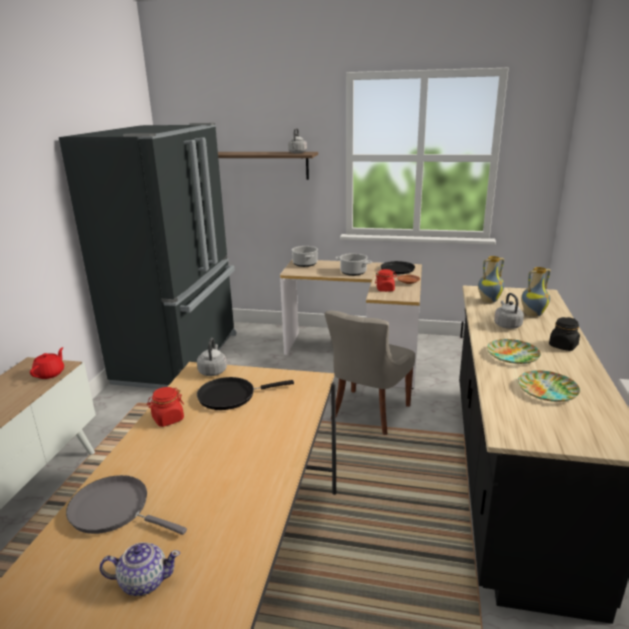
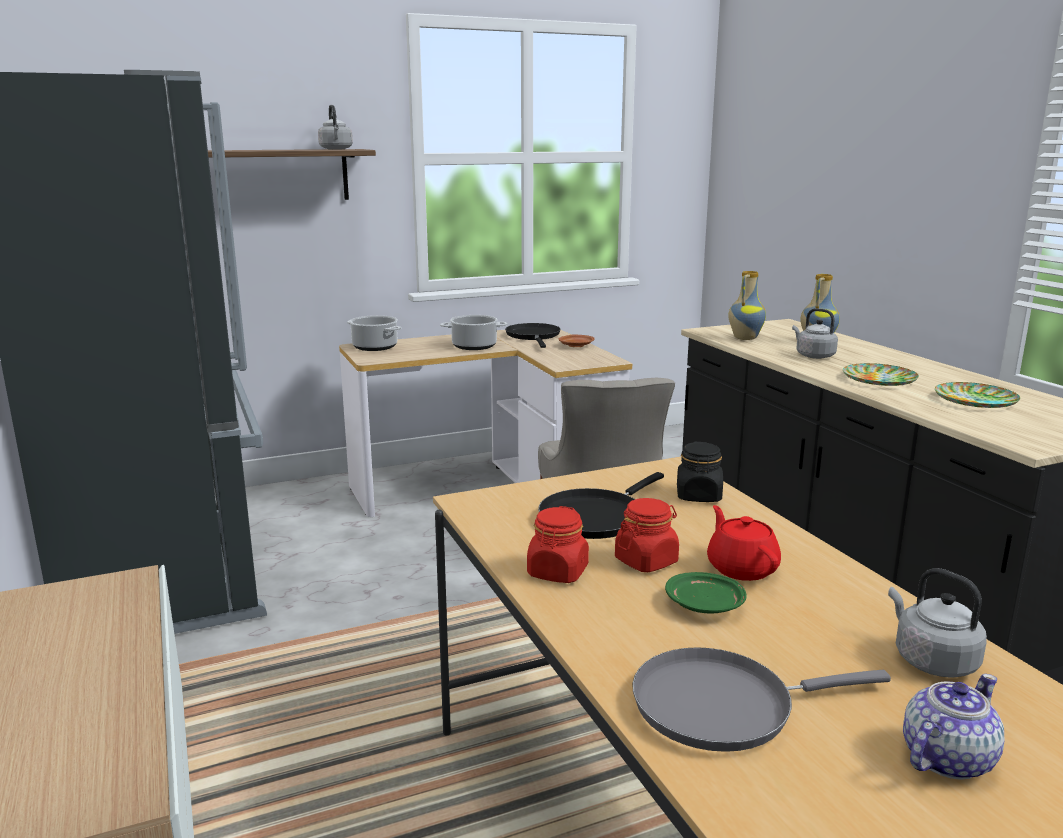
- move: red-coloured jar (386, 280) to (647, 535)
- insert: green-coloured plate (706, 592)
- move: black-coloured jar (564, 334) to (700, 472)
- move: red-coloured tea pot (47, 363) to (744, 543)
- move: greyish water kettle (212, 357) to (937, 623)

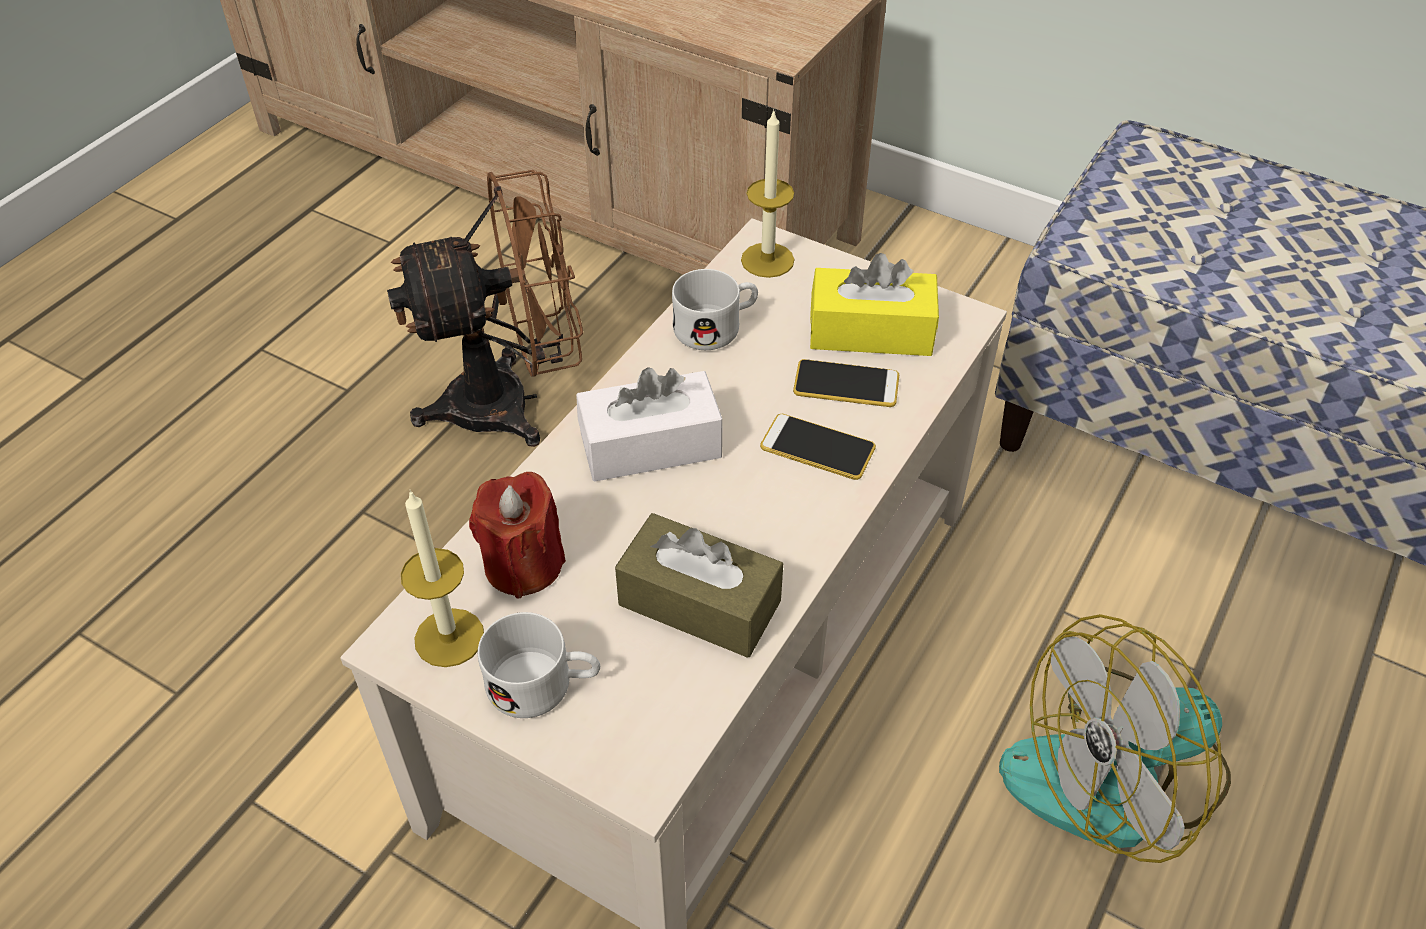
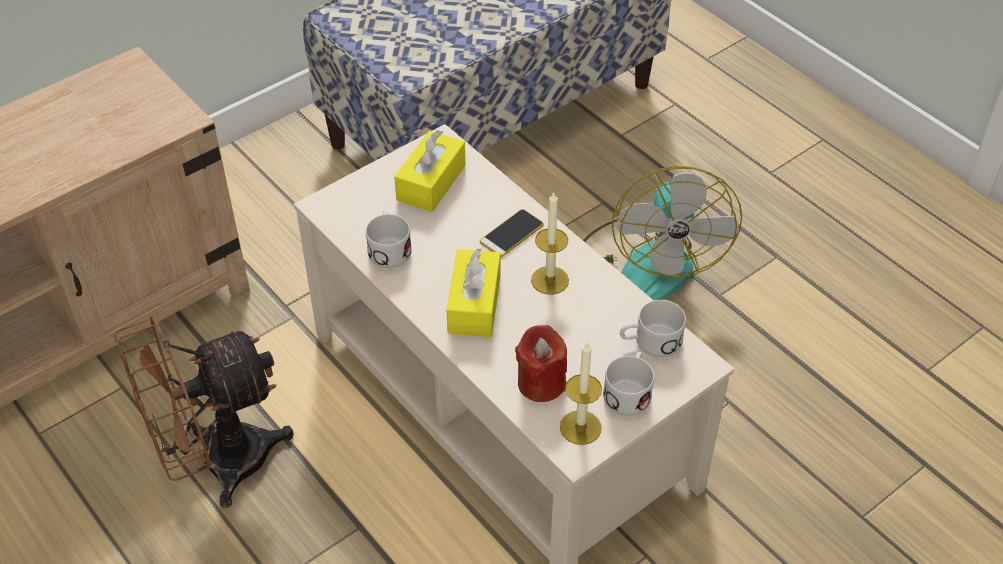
- rotate: brown cooling fan (485, 308) = (204, 412) 120 degrees counterclockwise
- recolor: white-coloured tissue holder (649, 424) to yellow-coloured tissue holder (473, 292)
- move: wax light (767, 193) to (550, 243)
- insert: white-coloured tea mug (653, 328)
- delete: brown tissue holder (699, 585)
- delete: handset (846, 383)

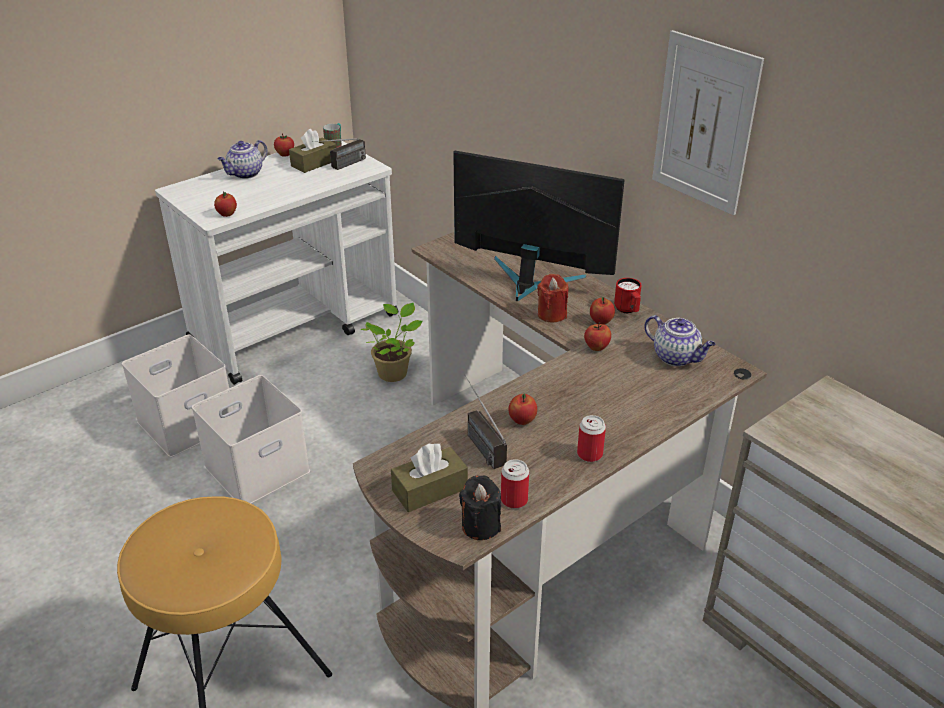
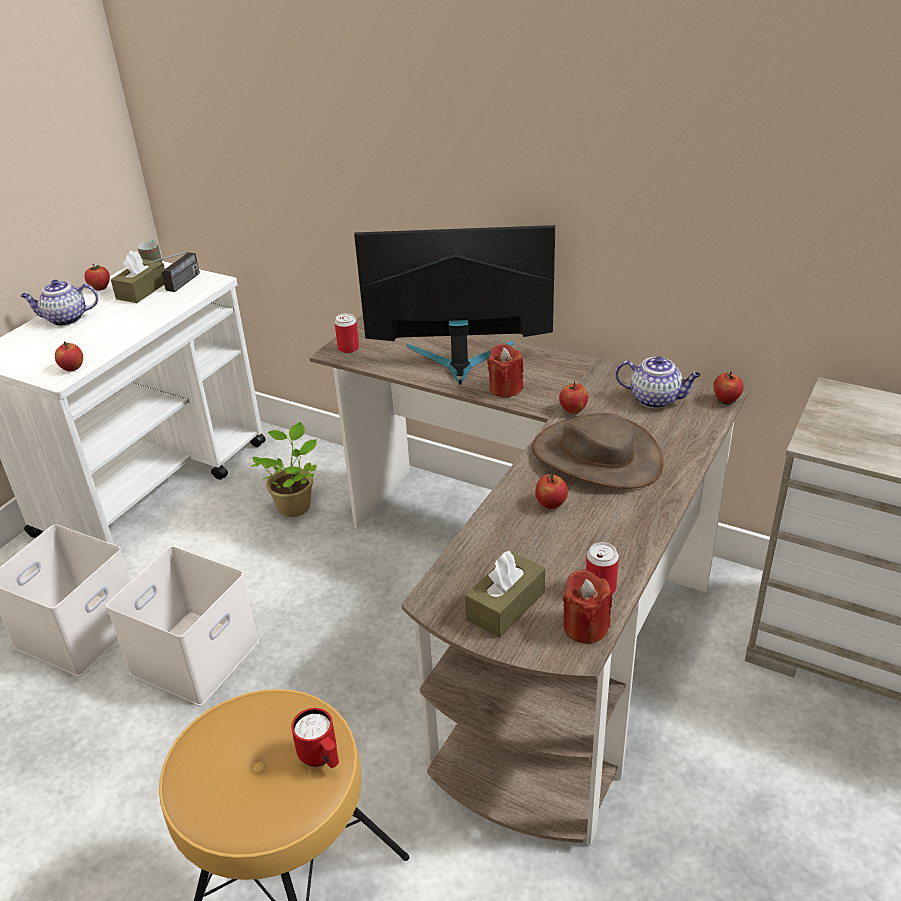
- rotate: tea pot (242, 159) = (59, 303) 60 degrees clockwise
- move: red-coloured tea mug (627, 295) to (315, 738)
- move: sealed can (591, 438) to (346, 333)
- insert: brown wearable hat (598, 451)
- recolor: black-coloured wax light (480, 508) to red-coloured wax light (587, 606)
- move: apple fruit (602, 311) to (728, 387)
- delete: radio set (485, 422)
- delete: picture (708, 122)

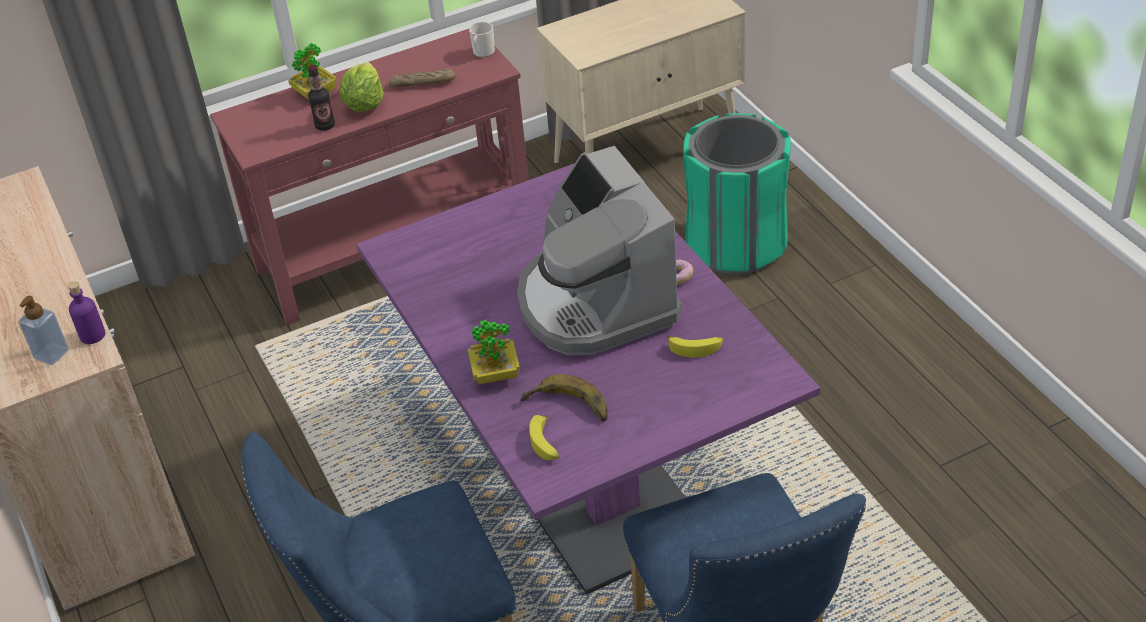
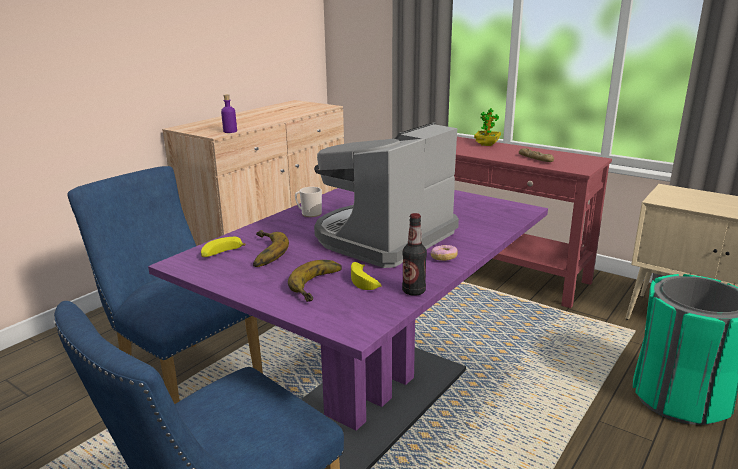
- insert: whole banana (315, 281)
- move: tea mug (482, 40) to (308, 202)
- move: beverage bottle (321, 98) to (414, 254)
- delete: soap dispenser (43, 330)
- delete: head of lettuce (361, 87)
- delete: plant in a pot (494, 352)

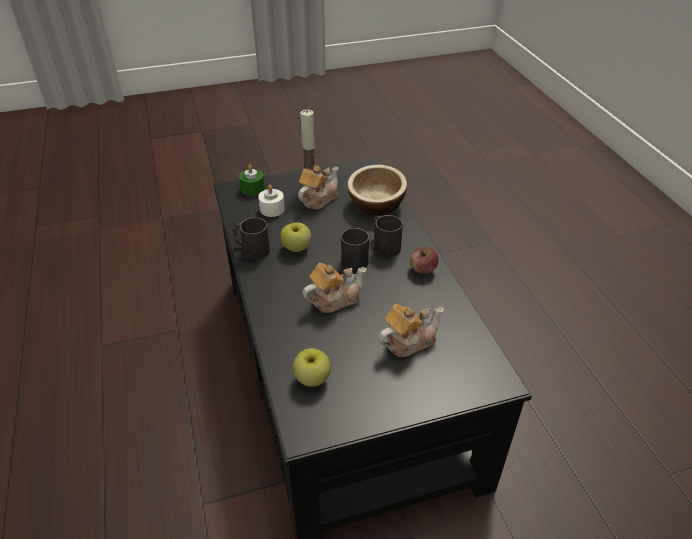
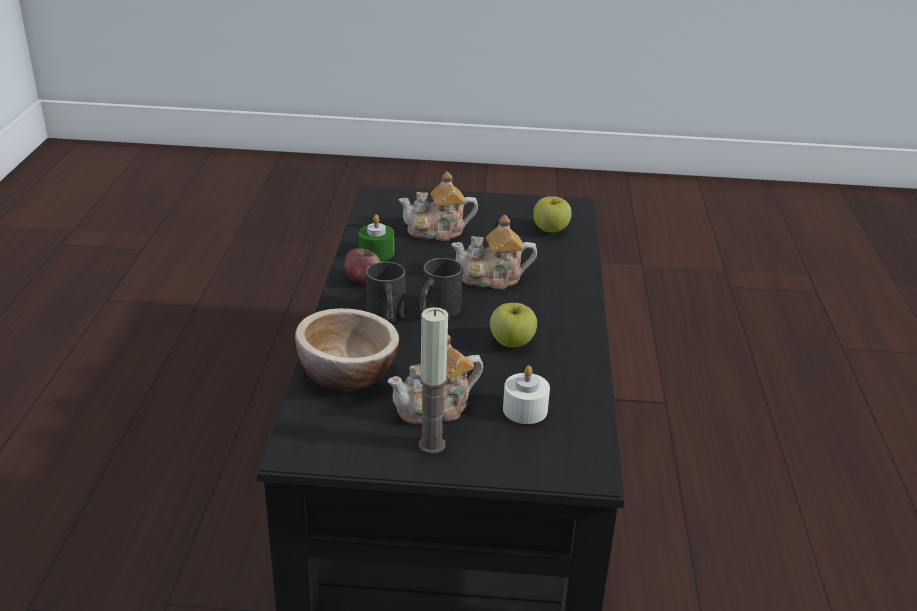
- move: green-coloured wax light (252, 180) to (376, 237)
- delete: black-coloured tea mug (251, 238)

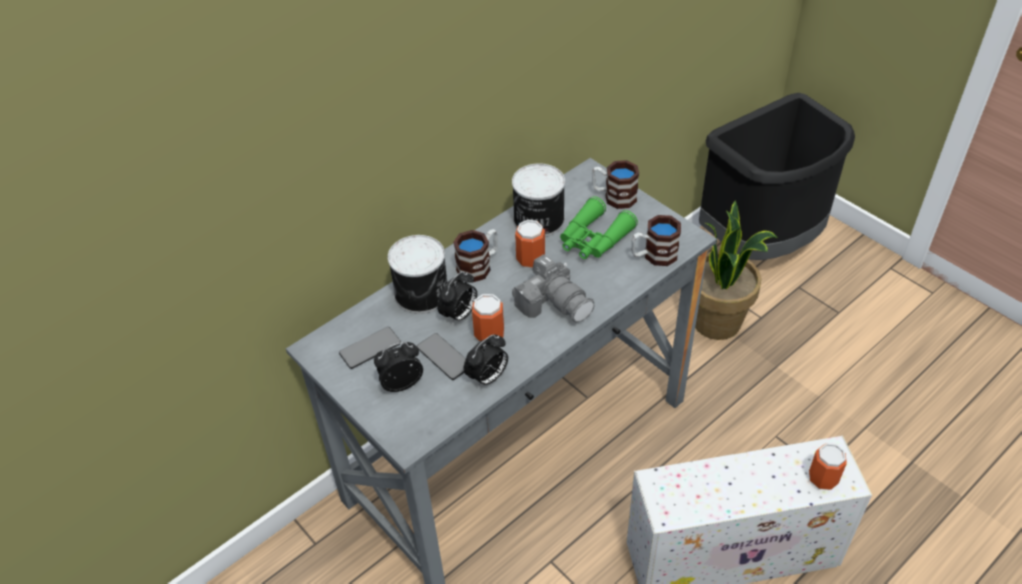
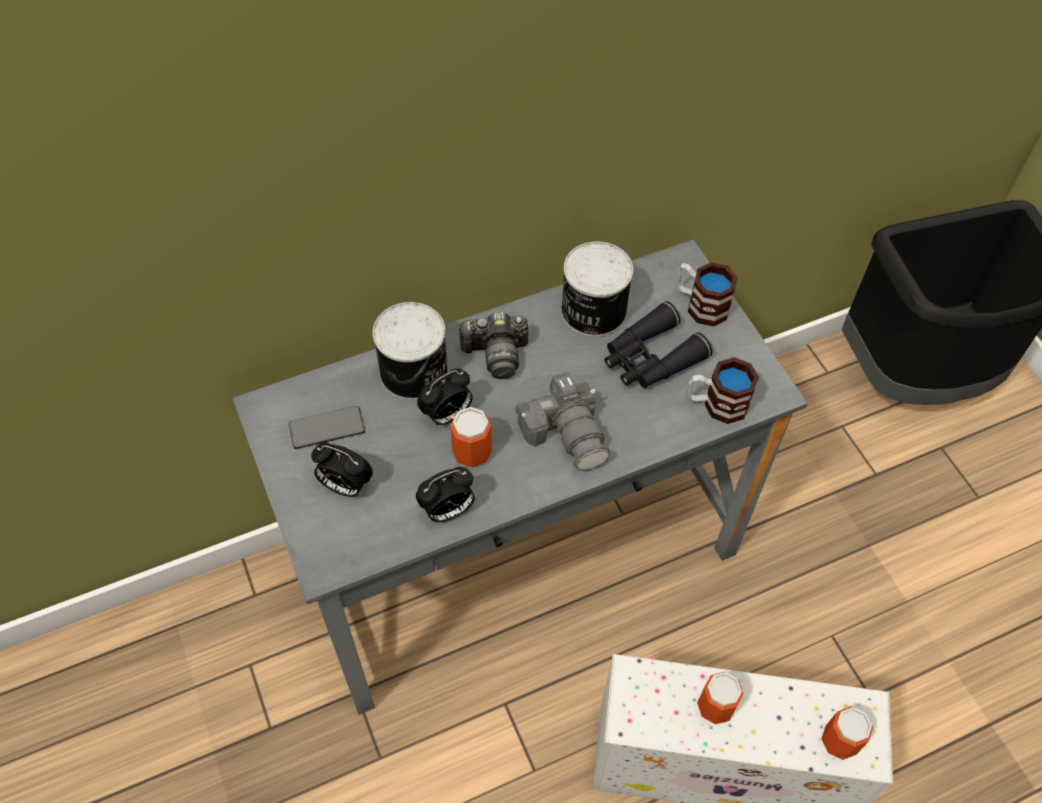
- rotate: alarm clock (398, 367) = (342, 469) 150 degrees counterclockwise
- replace: tea mug (475, 256) to photo camera (493, 345)
- recolor: green-coloured pair of binoculars (599, 227) to black-coloured pair of binoculars (658, 344)
- move: sealed can (530, 244) to (720, 698)
- delete: handset (441, 356)
- delete: plant in a pot (736, 270)

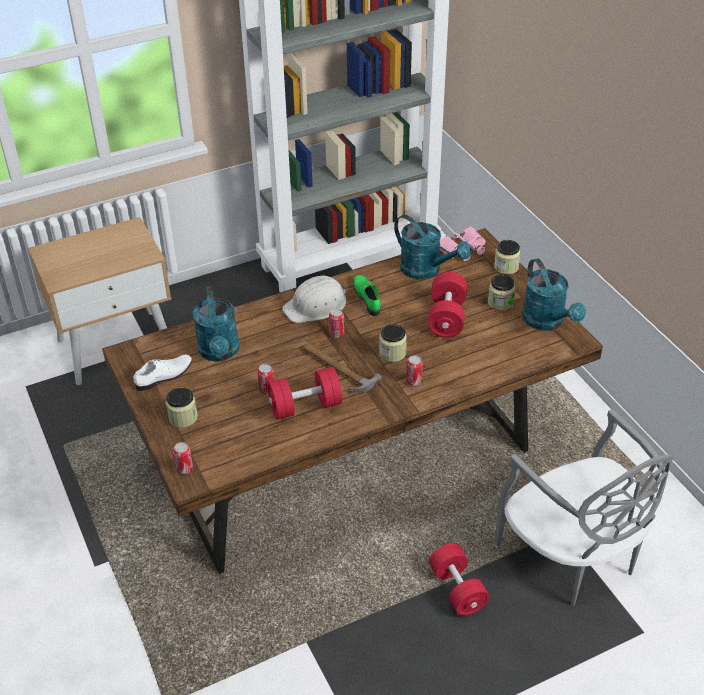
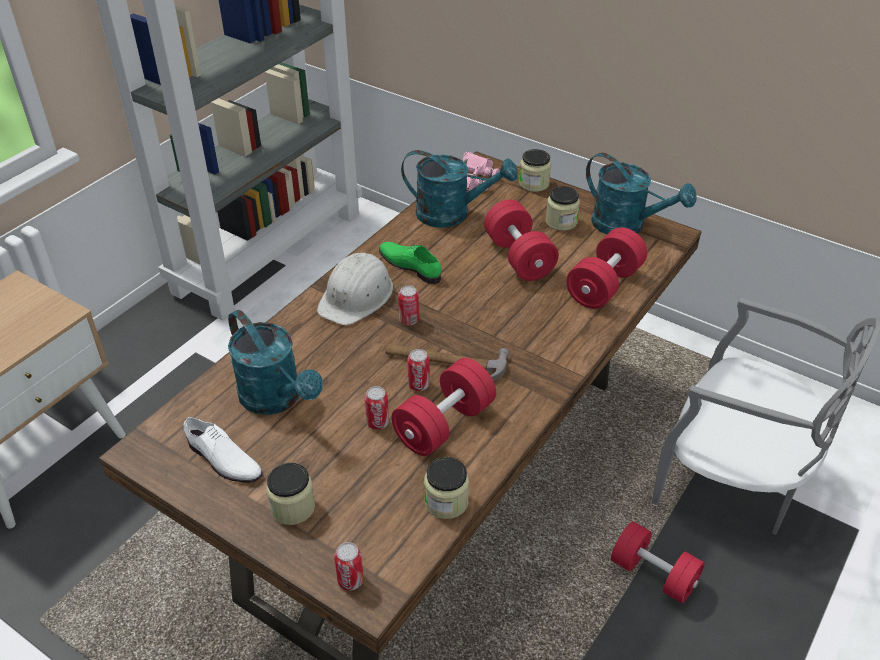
- rotate: white-coloured shoe (163, 372) = (223, 450) 105 degrees clockwise
- move: sealed can (414, 370) to (418, 370)
- move: jar (393, 343) to (446, 488)
- insert: red-coloured hand weight (606, 268)

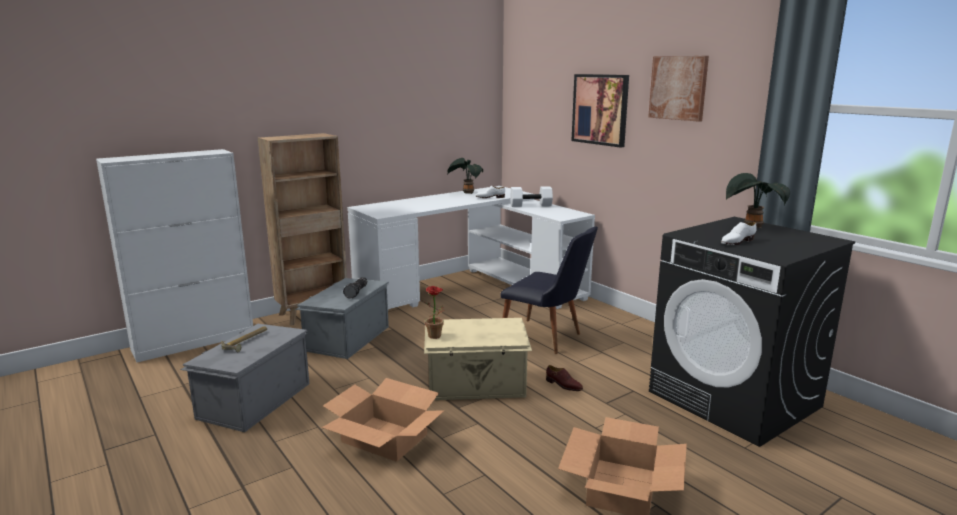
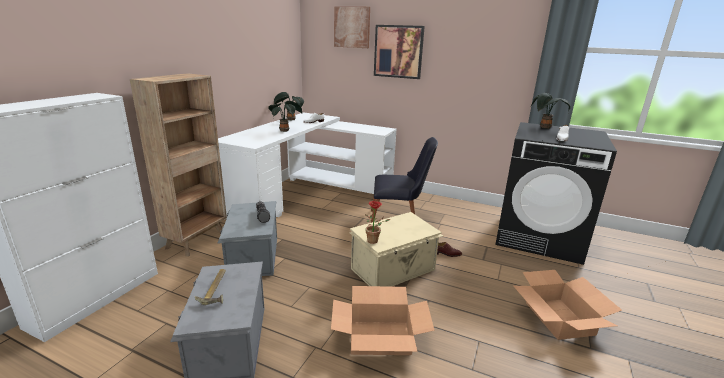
- insert: plant in a pot (285, 116)
- move: picture (678, 89) to (352, 27)
- delete: white-coloured hand weight (531, 196)

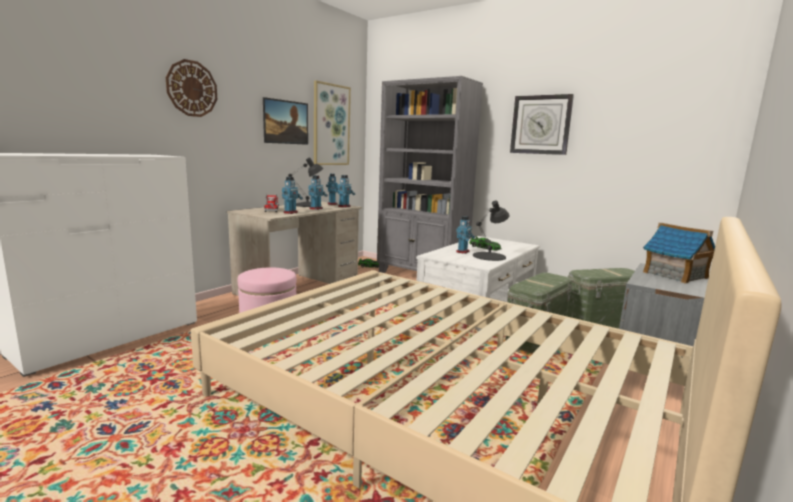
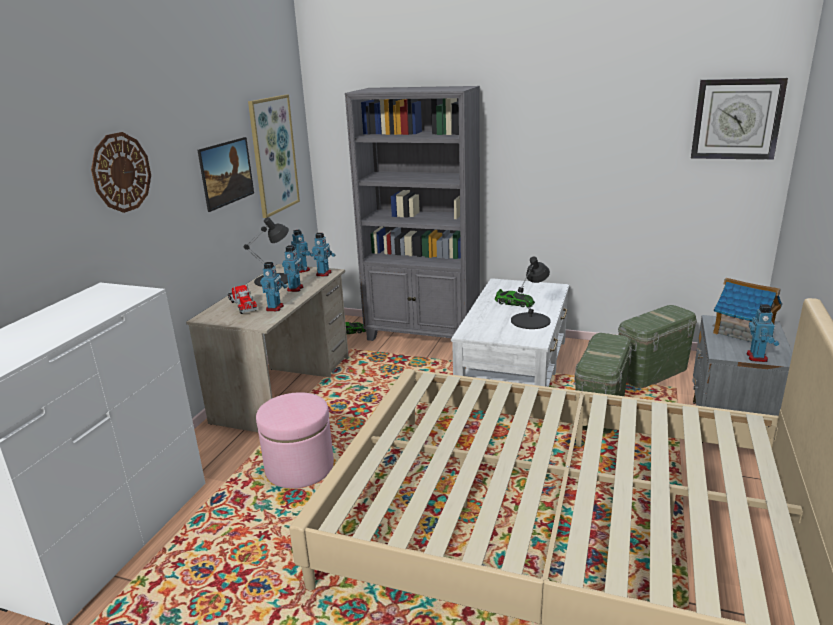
- move: wall clock (542, 124) to (739, 119)
- move: robot figure (465, 235) to (763, 333)

